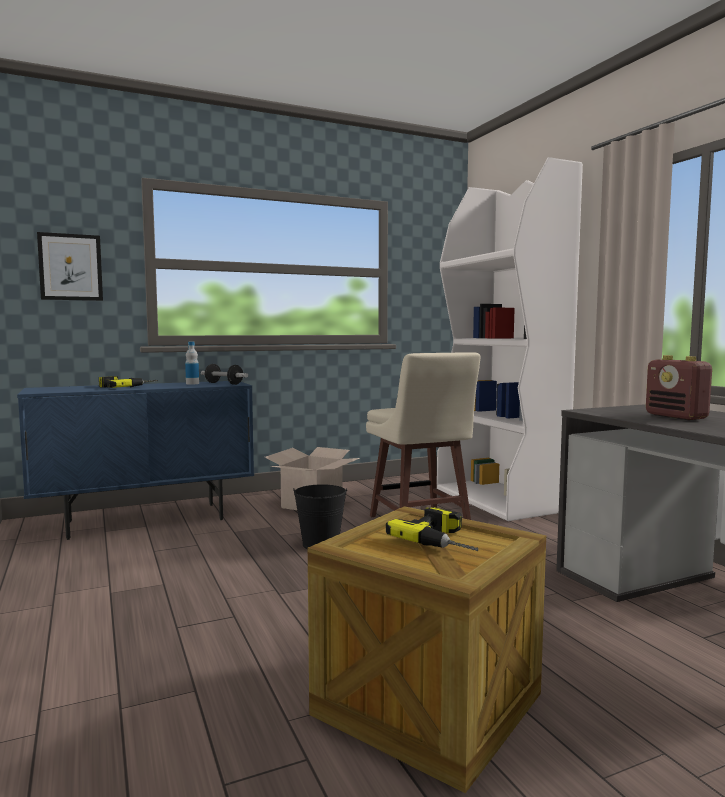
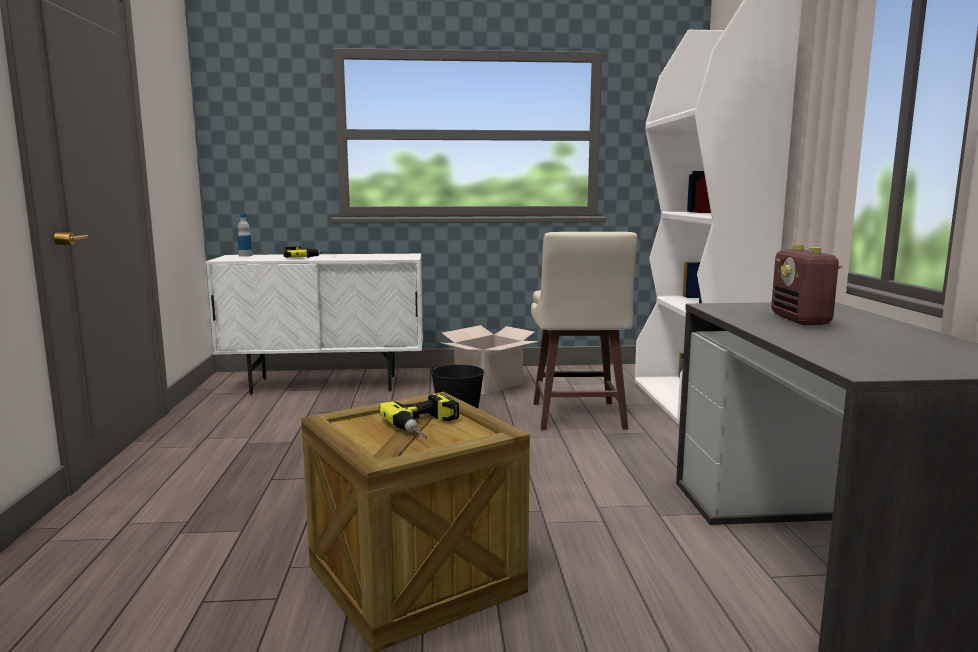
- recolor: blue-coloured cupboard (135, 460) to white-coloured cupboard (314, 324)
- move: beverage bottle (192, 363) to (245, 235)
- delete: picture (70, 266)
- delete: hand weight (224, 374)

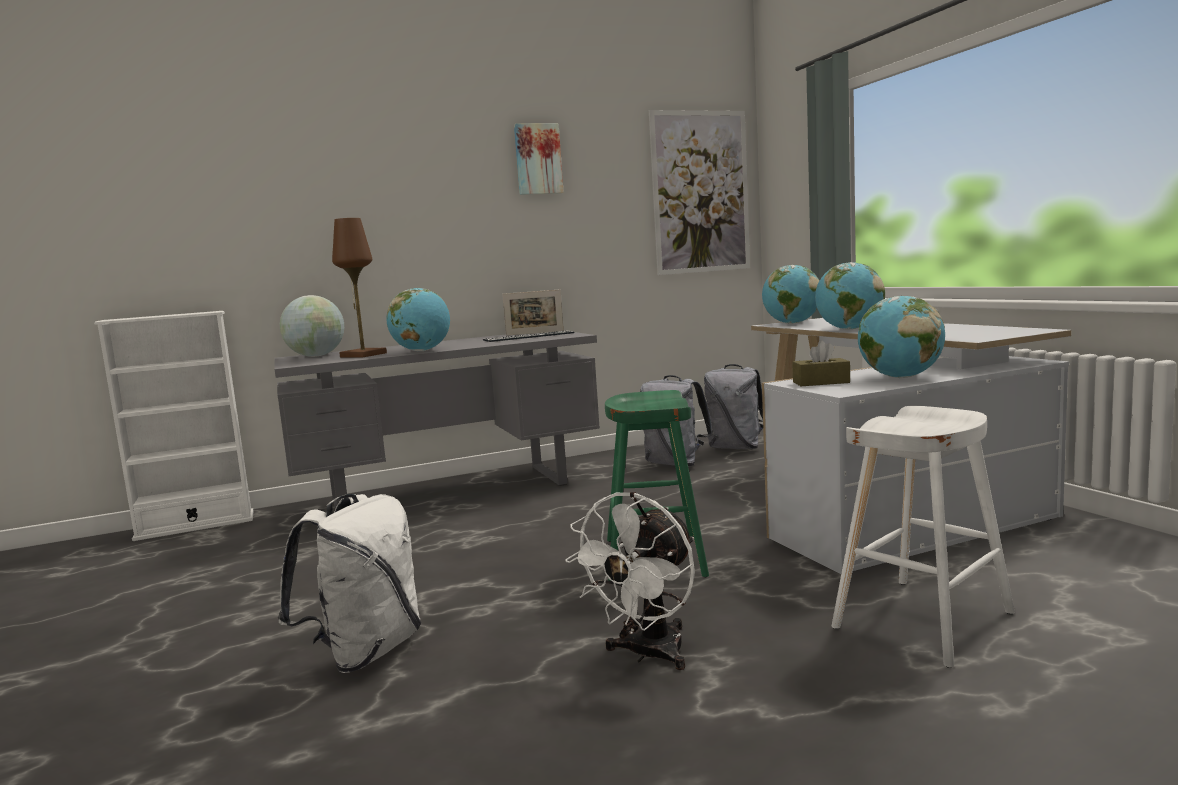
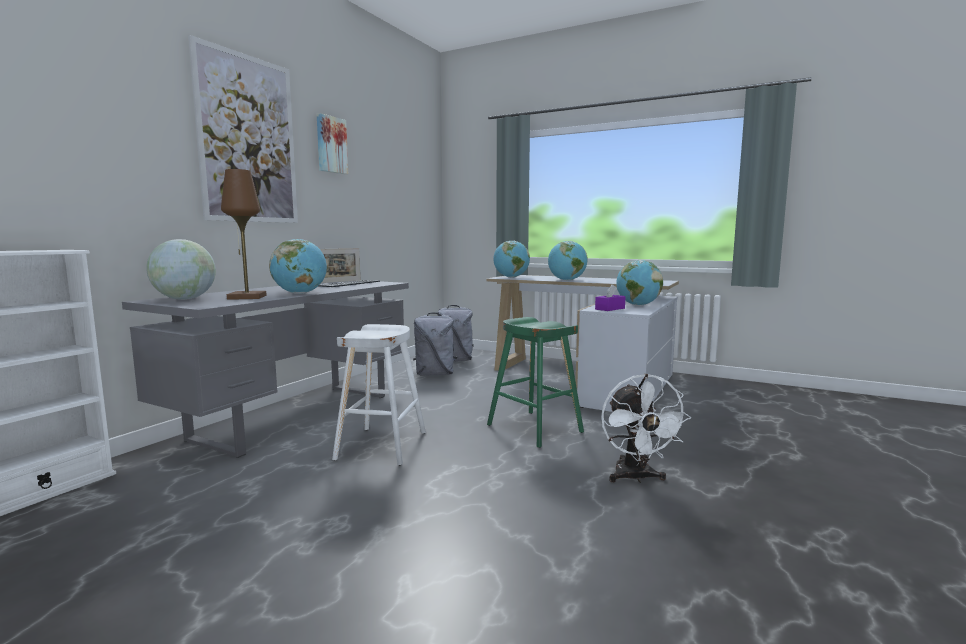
- move: picture (699, 192) to (243, 129)
- move: white-coloured stool seat (923, 537) to (379, 394)
- recolor: brown tissue holder (821, 363) to purple-coloured tissue holder (610, 297)
- delete: white-coloured rucksack (349, 583)

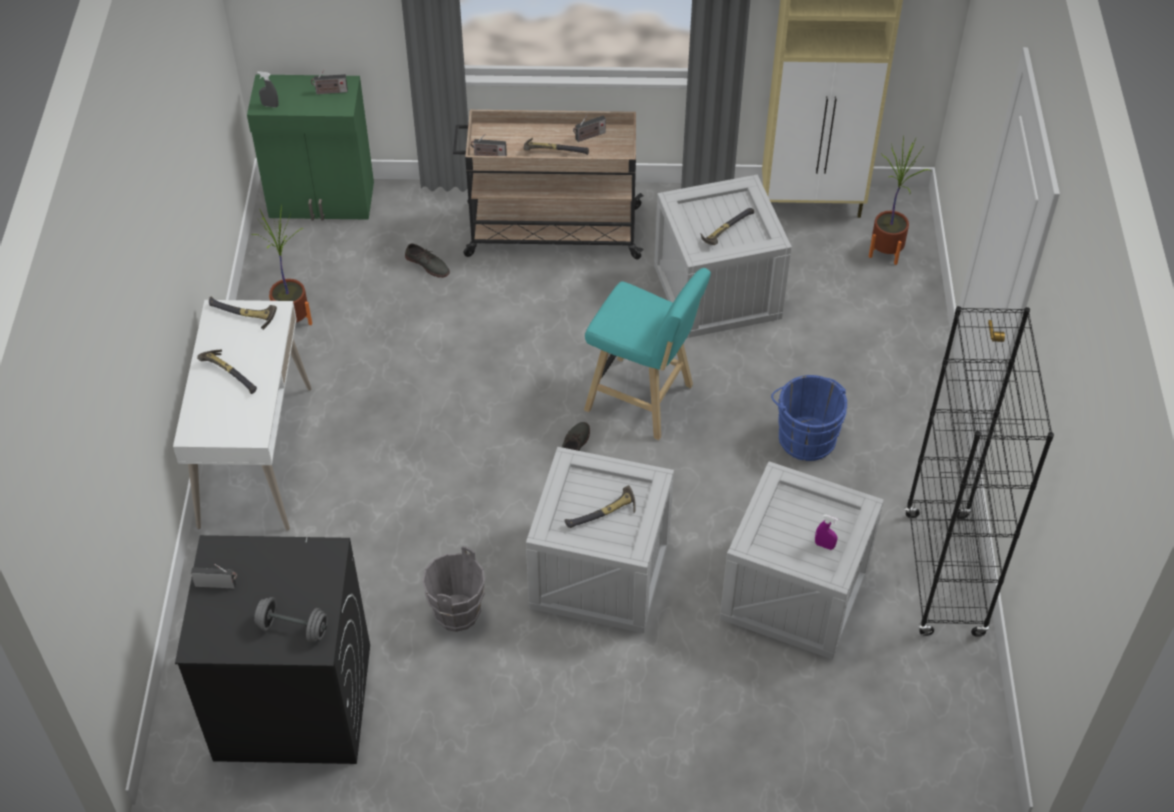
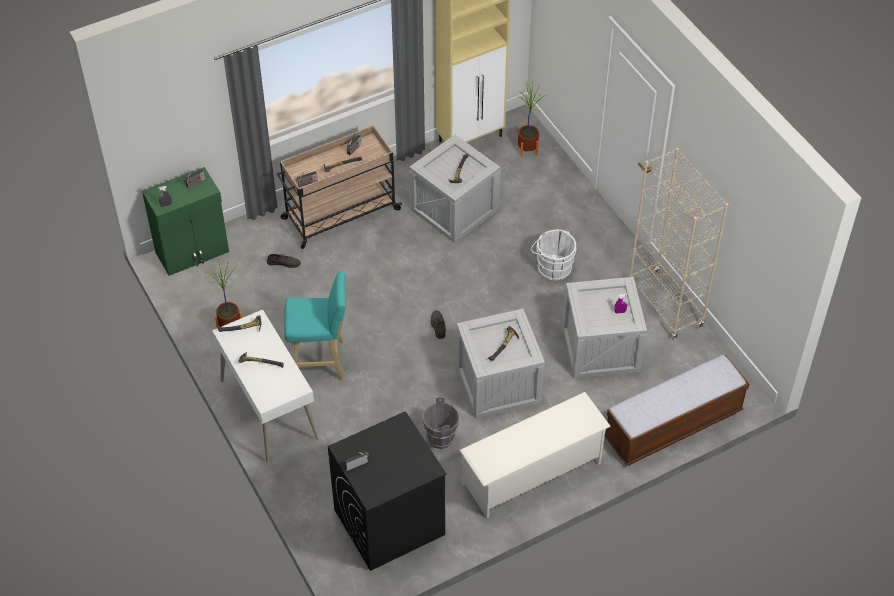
- move: blue-green stool seat (647, 354) to (315, 325)
- insert: white-coloured shoe stand (535, 455)
- recolor: blue-coloured bucket (809, 418) to white-coloured bucket (554, 254)
- insert: indoor bench (677, 410)
- recolor: black-coloured shelving unit (979, 471) to beige-coloured shelving unit (678, 244)
- delete: greyish hand weight (291, 619)

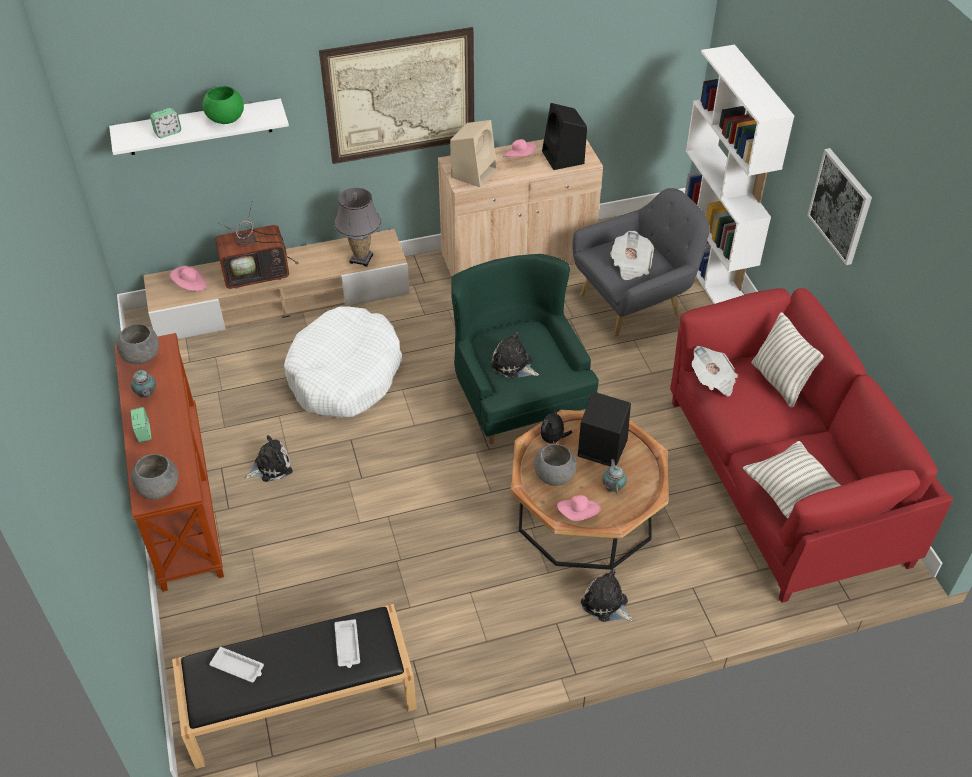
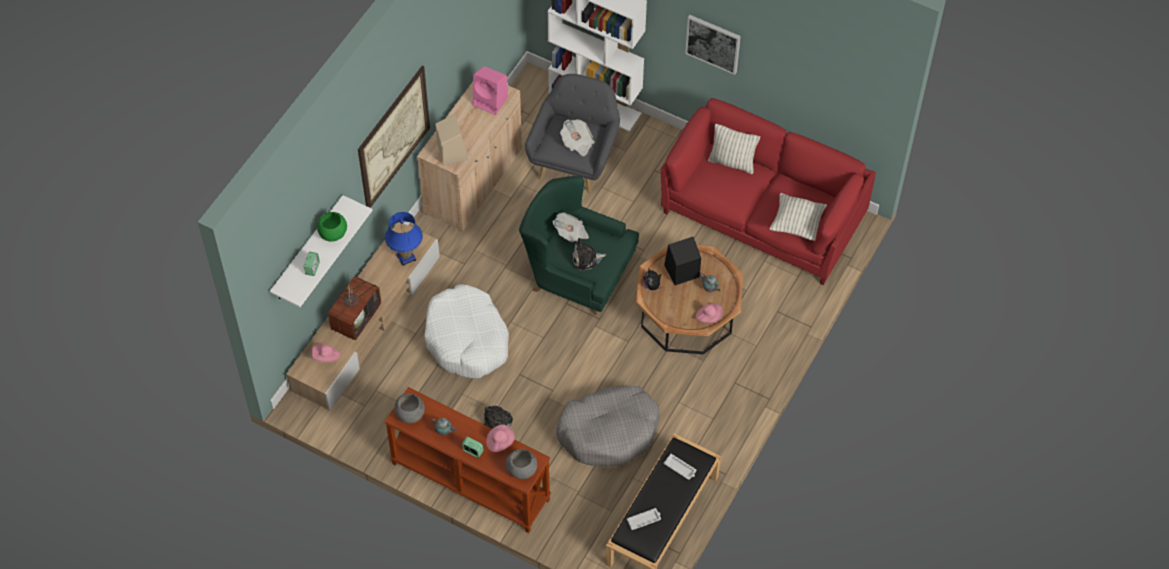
- recolor: greyish tabletop lamp (358, 227) to blue-coloured tabletop lamp (404, 239)
- recolor: black-coloured speaker (564, 136) to pink-coloured speaker (490, 90)
- move: pink-coloured wearable hat (519, 148) to (500, 438)
- move: newspaper (714, 371) to (571, 227)
- insert: greyish pet bed (607, 426)
- delete: greyish bowl (555, 465)
- delete: plush toy (607, 595)

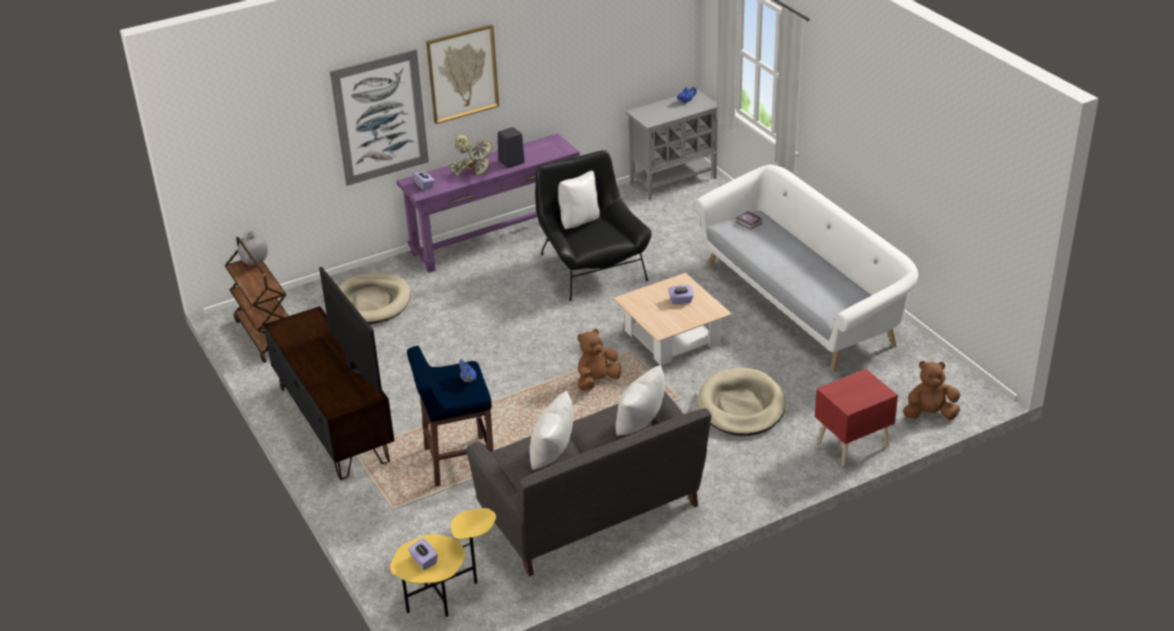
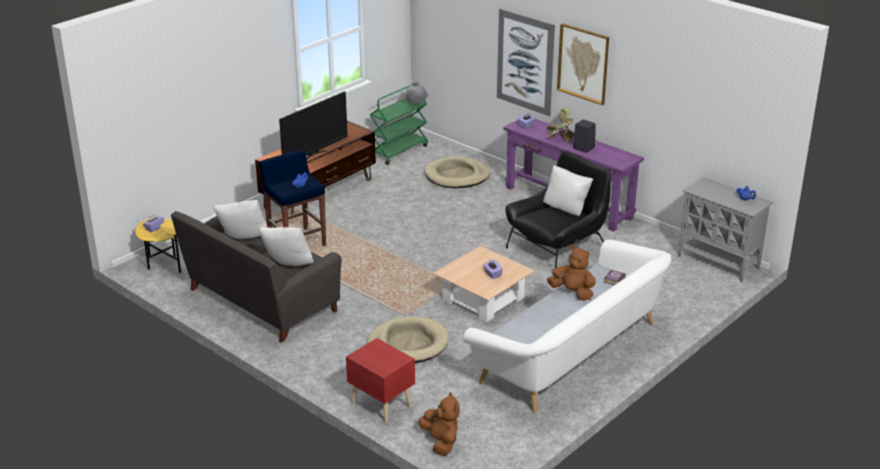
- recolor: brown trolley (257, 300) to green-coloured trolley (399, 124)
- move: brown plush toy (599, 359) to (571, 273)

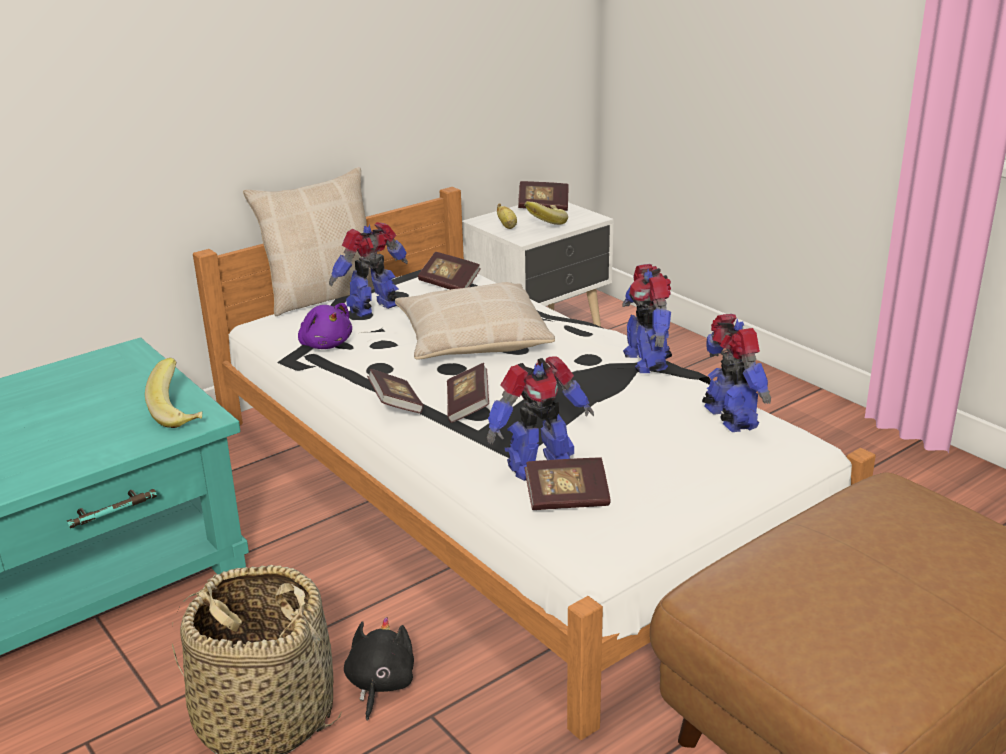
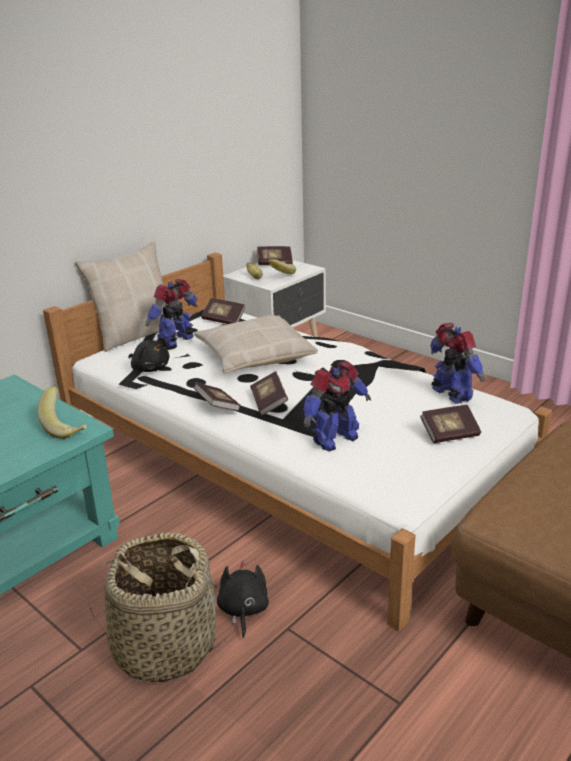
- recolor: purple-coloured plush toy (325, 326) to black-coloured plush toy (149, 355)
- move: book (567, 483) to (450, 424)
- delete: robot figure (647, 318)

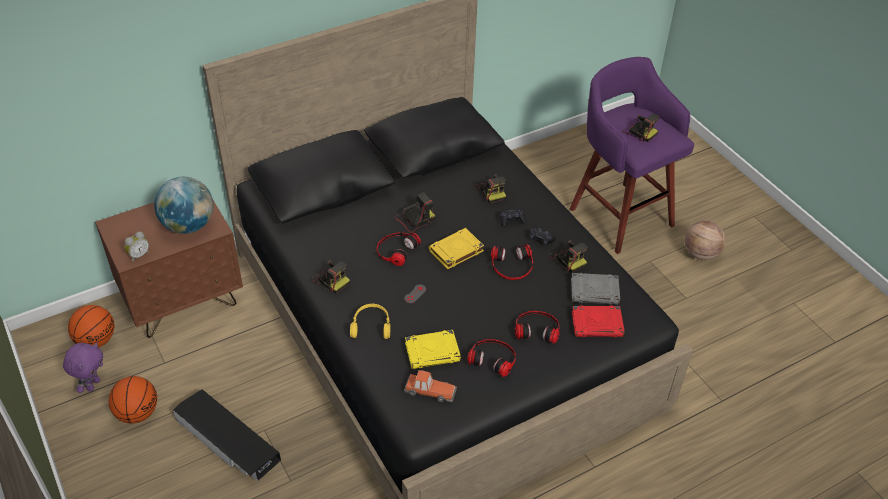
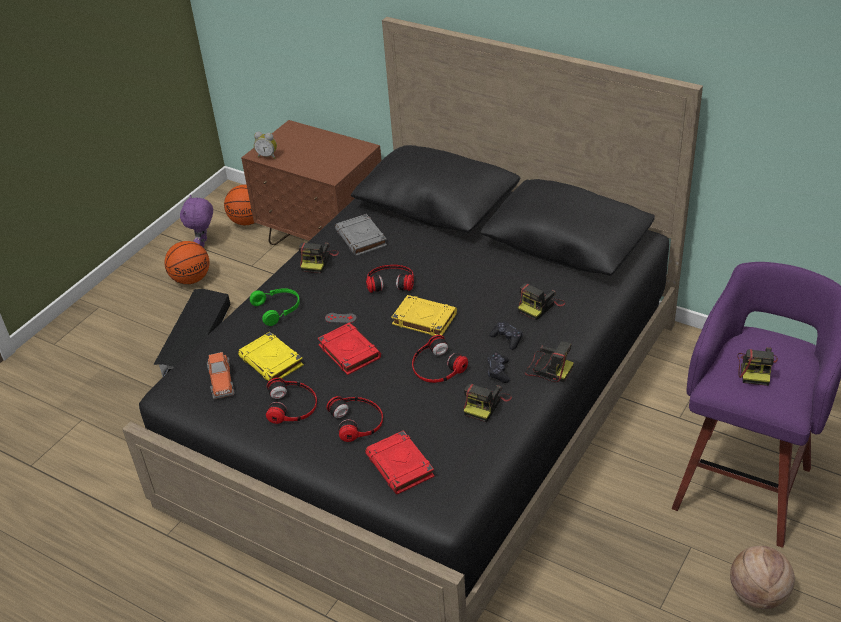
- rotate: purple-coloured plush toy (83, 367) = (196, 221) 105 degrees clockwise
- recolor: yellow-coloured headphones (370, 321) to green-coloured headphones (275, 307)
- insert: red-coloured book (349, 349)
- move: greyish book (595, 289) to (361, 235)
- move: photo camera (415, 212) to (549, 361)
- delete: globe (183, 205)

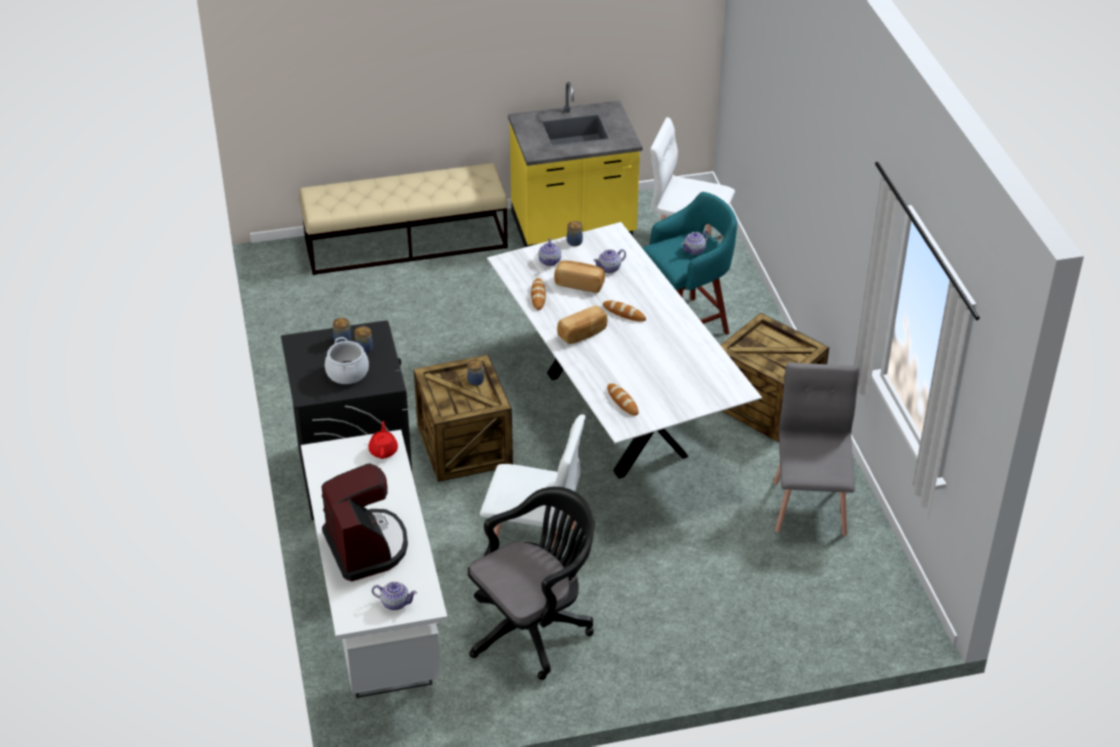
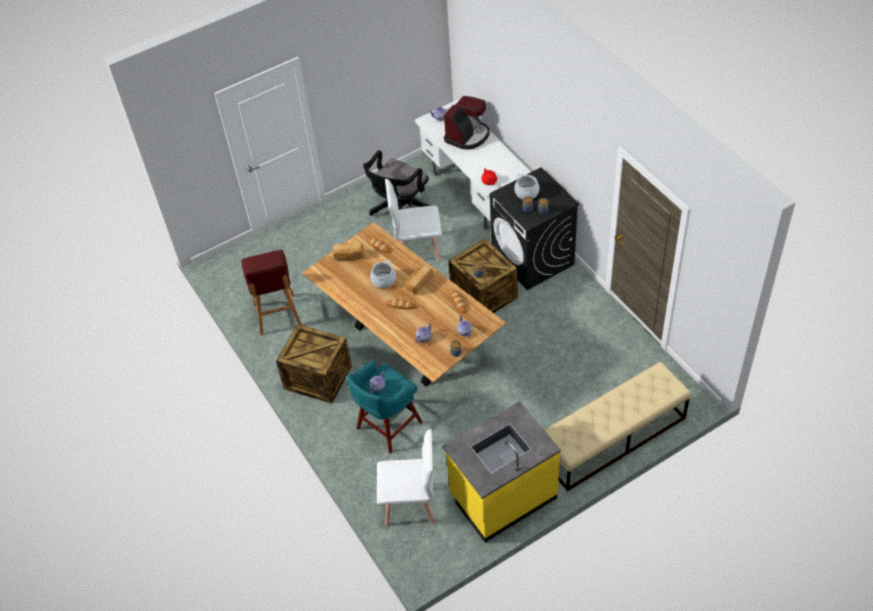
- replace: greyish chair (816, 449) to red-coloured stool seat (271, 292)
- recolor: white-coloured kitchen table (624, 350) to brown kitchen table (404, 304)
- move: baked bread (579, 276) to (348, 251)
- insert: cooking pot (383, 273)
- rotate: coffee brewer (365, 522) = (466, 123) 105 degrees counterclockwise

